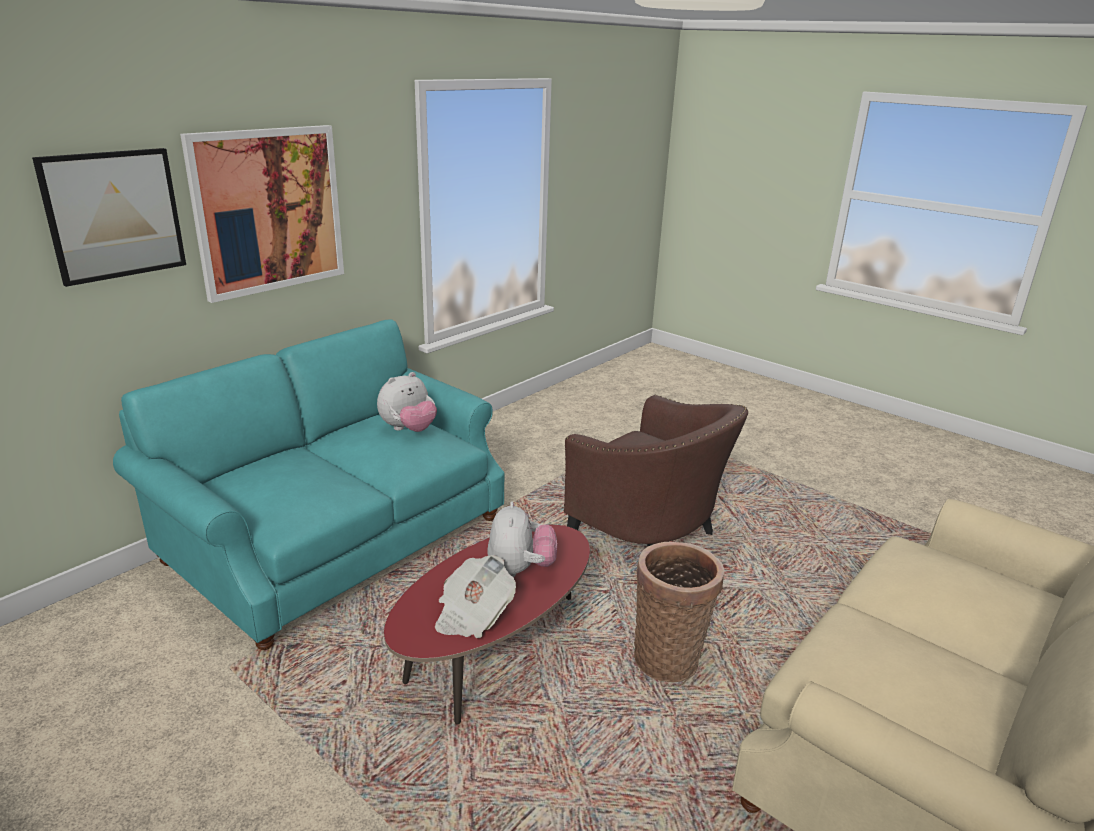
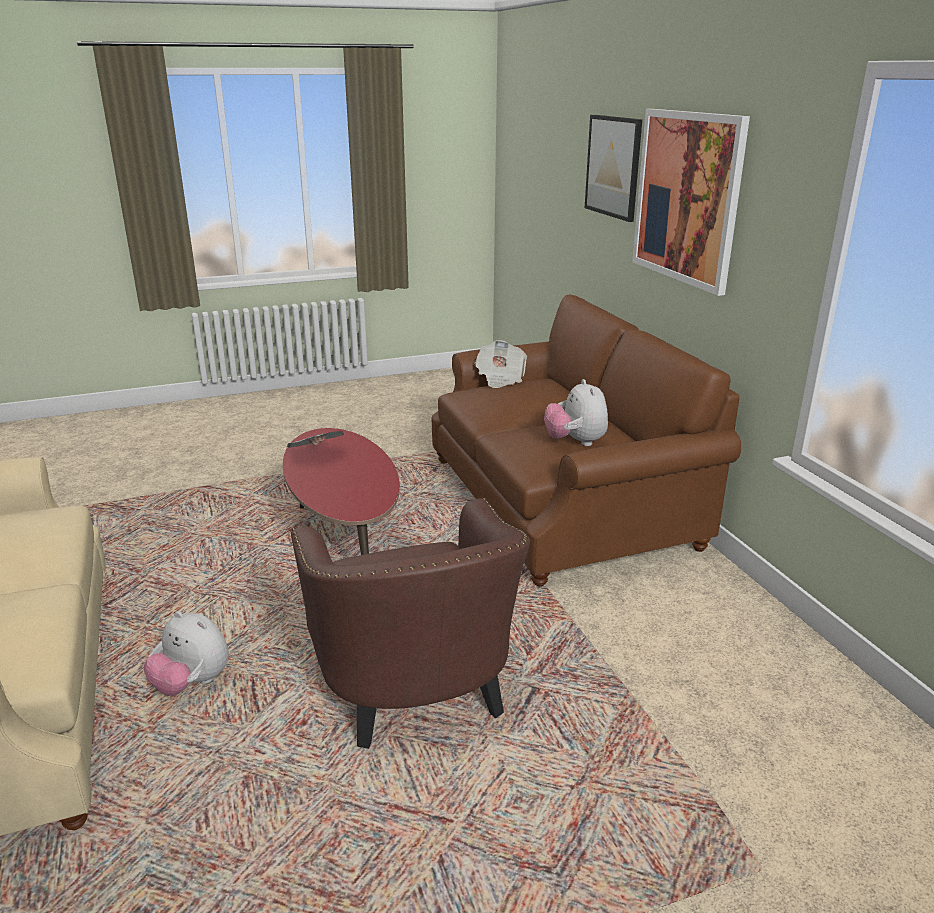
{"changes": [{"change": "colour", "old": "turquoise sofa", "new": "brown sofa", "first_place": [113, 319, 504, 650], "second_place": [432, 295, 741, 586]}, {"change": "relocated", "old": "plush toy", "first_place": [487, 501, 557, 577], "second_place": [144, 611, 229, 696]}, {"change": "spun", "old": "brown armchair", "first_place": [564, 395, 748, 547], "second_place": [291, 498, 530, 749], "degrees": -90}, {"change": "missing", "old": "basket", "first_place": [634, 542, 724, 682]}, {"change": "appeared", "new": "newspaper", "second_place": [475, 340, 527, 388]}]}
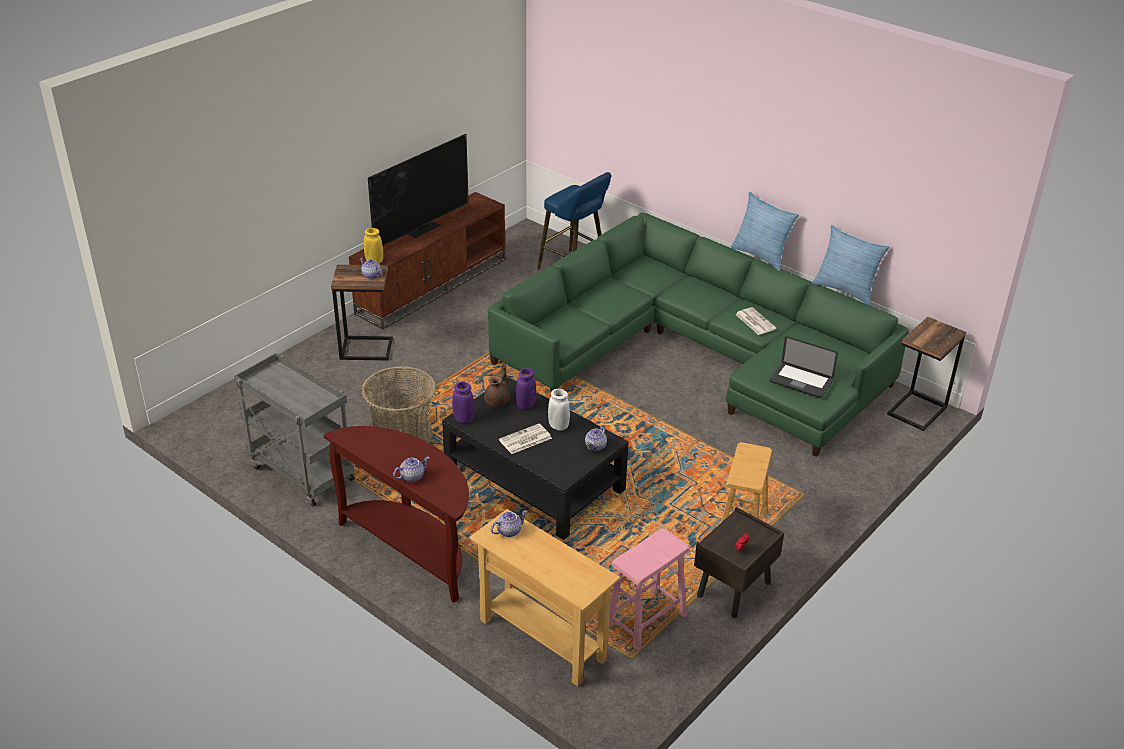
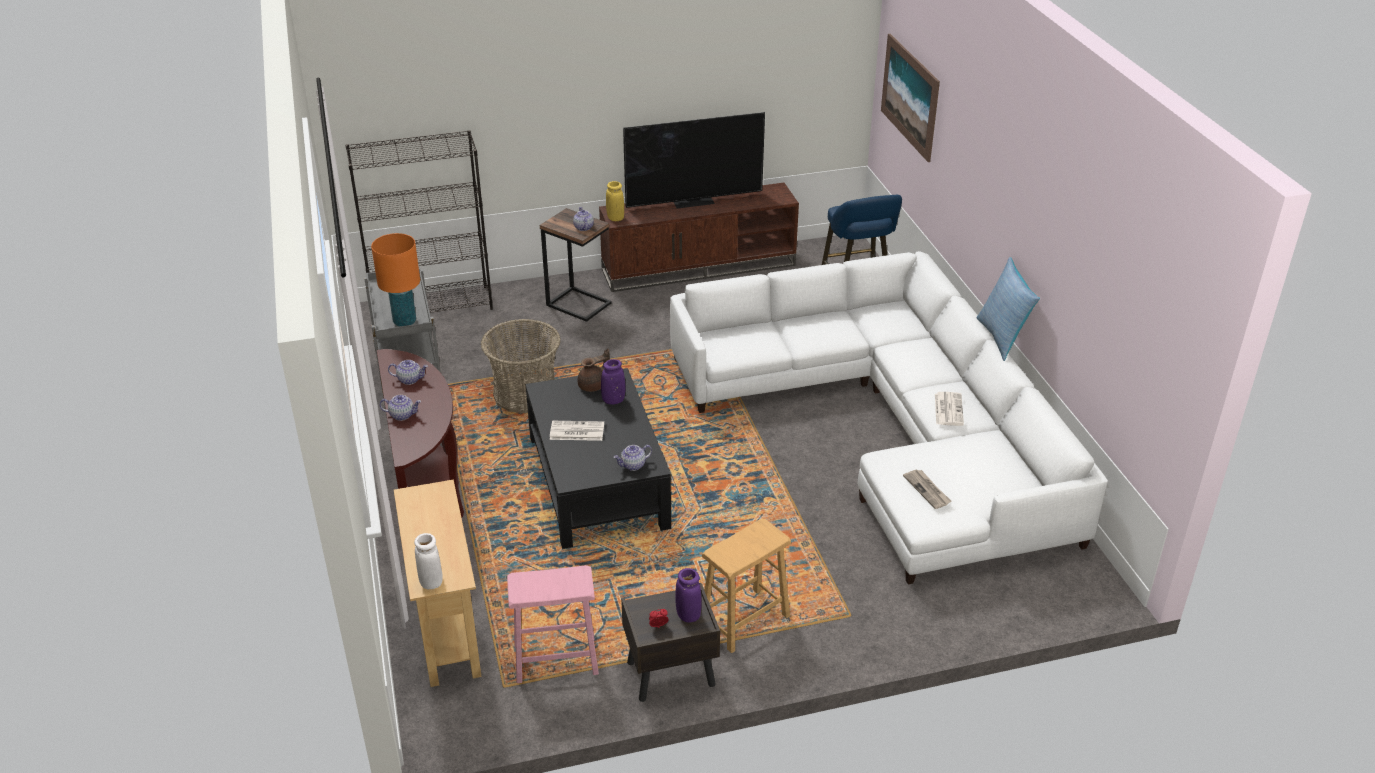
{"changes": [{"change": "relocated", "old": "purple vase", "first_place": [452, 382, 474, 423], "second_place": [675, 568, 701, 623]}, {"change": "colour", "old": "green sofa", "new": "white sofa", "first_place": [488, 213, 909, 457], "second_place": [670, 251, 1108, 585]}, {"change": "relocated", "old": "teapot", "first_place": [491, 510, 528, 537], "second_place": [388, 360, 428, 385]}, {"change": "relocated", "old": "white vase", "first_place": [548, 389, 570, 430], "second_place": [414, 533, 443, 589]}, {"change": "exchanged", "old": "laptop", "new": "newspaper", "first_place": [769, 336, 838, 398], "second_place": [903, 470, 951, 509]}, {"change": "missing", "old": "pillow", "first_place": [812, 225, 890, 306]}, {"change": "missing", "old": "side table", "first_place": [887, 317, 967, 431]}, {"change": "appeared", "new": "black bookcase", "second_place": [345, 130, 493, 313]}, {"change": "appeared", "new": "orange table lamp", "second_place": [371, 233, 420, 327]}, {"change": "appeared", "new": "picture", "second_place": [881, 34, 940, 162]}]}
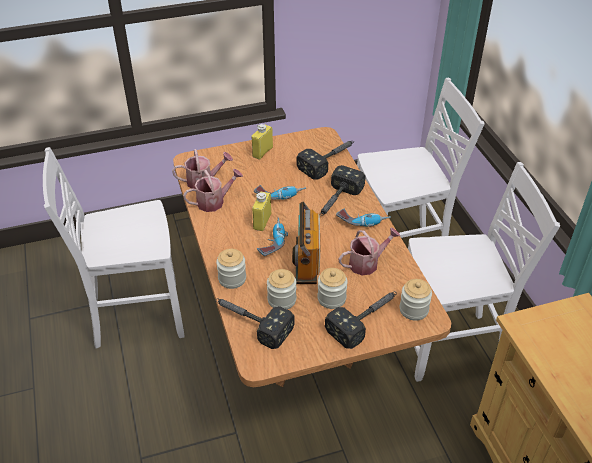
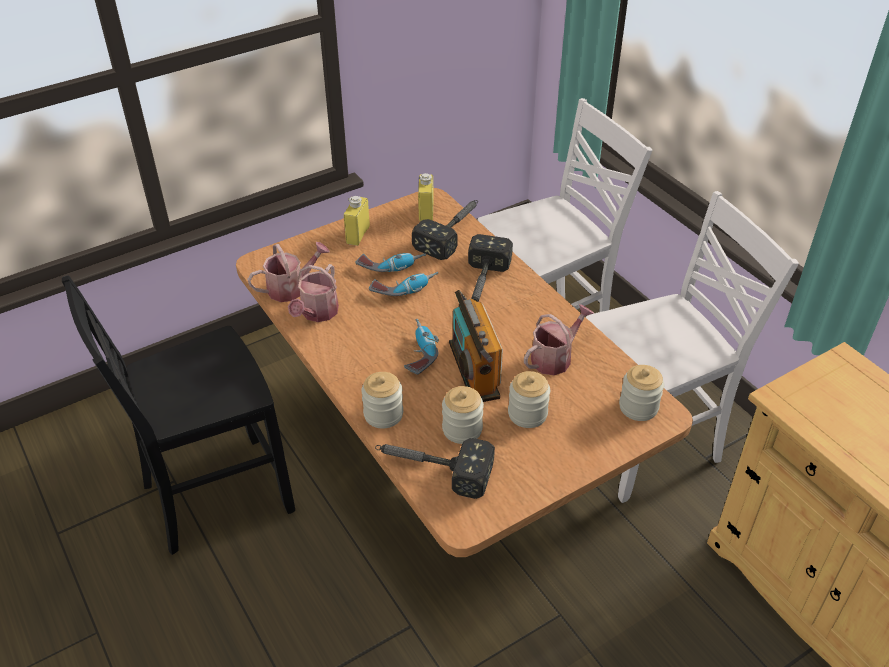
{"changes": [{"change": "colour", "old": "white chair", "new": "black chair", "first_place": [43, 147, 185, 348], "second_place": [62, 275, 295, 555]}, {"change": "spun", "old": "watering can", "first_place": [183, 169, 243, 212], "second_place": [288, 264, 339, 322], "degrees": 150}, {"change": "relocated", "old": "yellow bottle", "first_place": [252, 192, 271, 231], "second_place": [418, 173, 434, 221]}, {"change": "missing", "old": "hammer", "first_place": [325, 292, 397, 349]}, {"change": "relocated", "old": "power drill", "first_place": [336, 208, 391, 227], "second_place": [356, 253, 426, 272]}]}
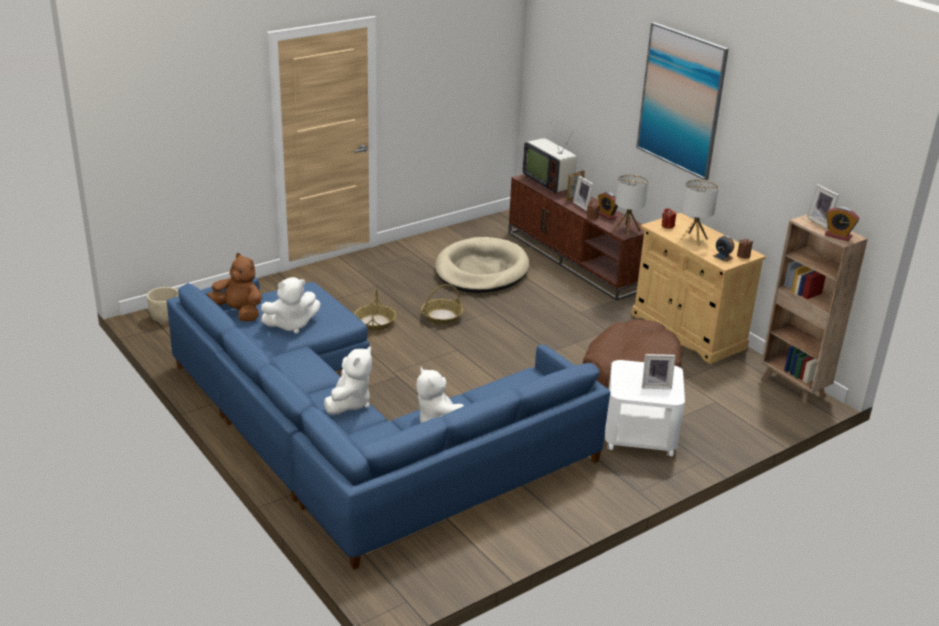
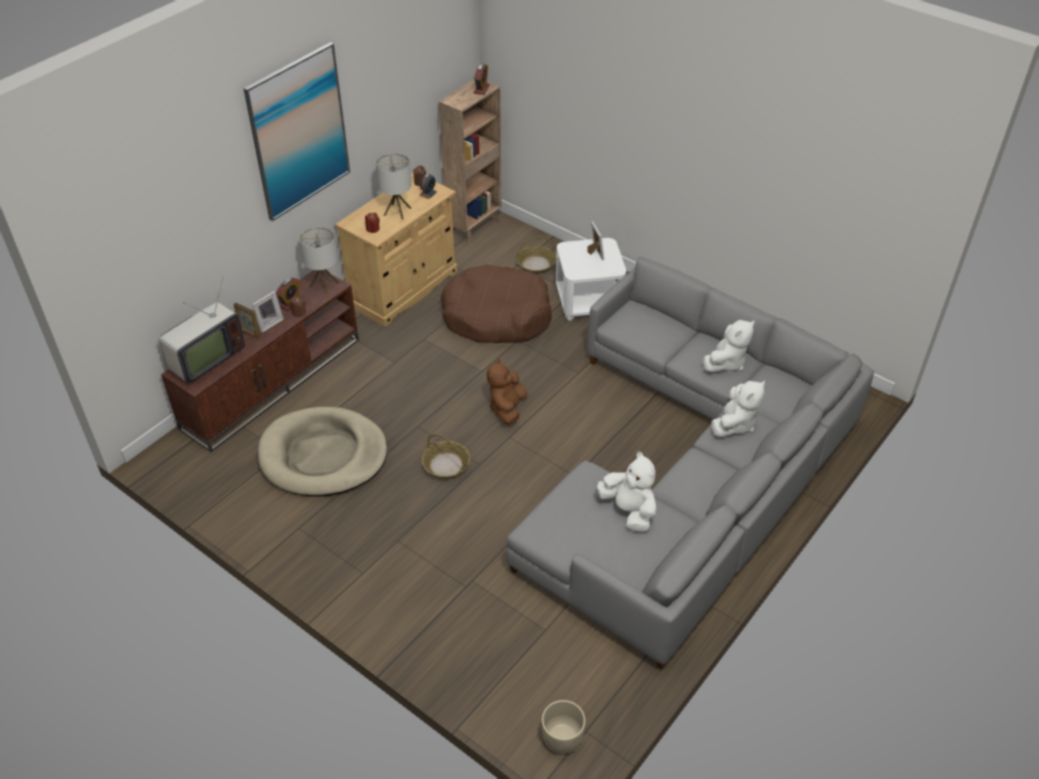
{"changes": [{"change": "colour", "old": "blue sofa", "new": "grey sofa", "first_place": [166, 277, 610, 570], "second_place": [506, 257, 874, 670]}, {"change": "relocated", "old": "brown plush toy", "first_place": [207, 253, 262, 322], "second_place": [487, 359, 527, 425]}, {"change": "spun", "old": "white plush toy", "first_place": [324, 346, 372, 415], "second_place": [711, 380, 765, 437], "degrees": 120}, {"change": "relocated", "old": "basket", "first_place": [354, 288, 396, 331], "second_place": [516, 237, 556, 274]}, {"change": "missing", "old": "picture frame", "first_place": [807, 184, 839, 228]}]}
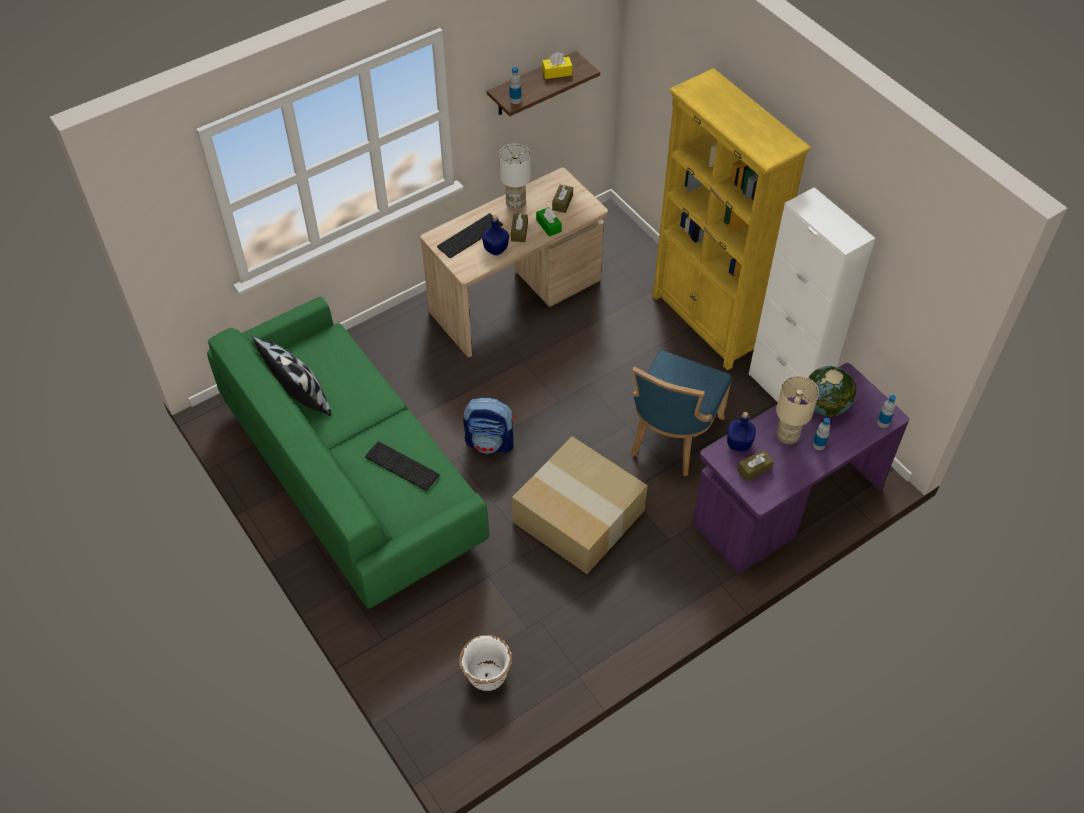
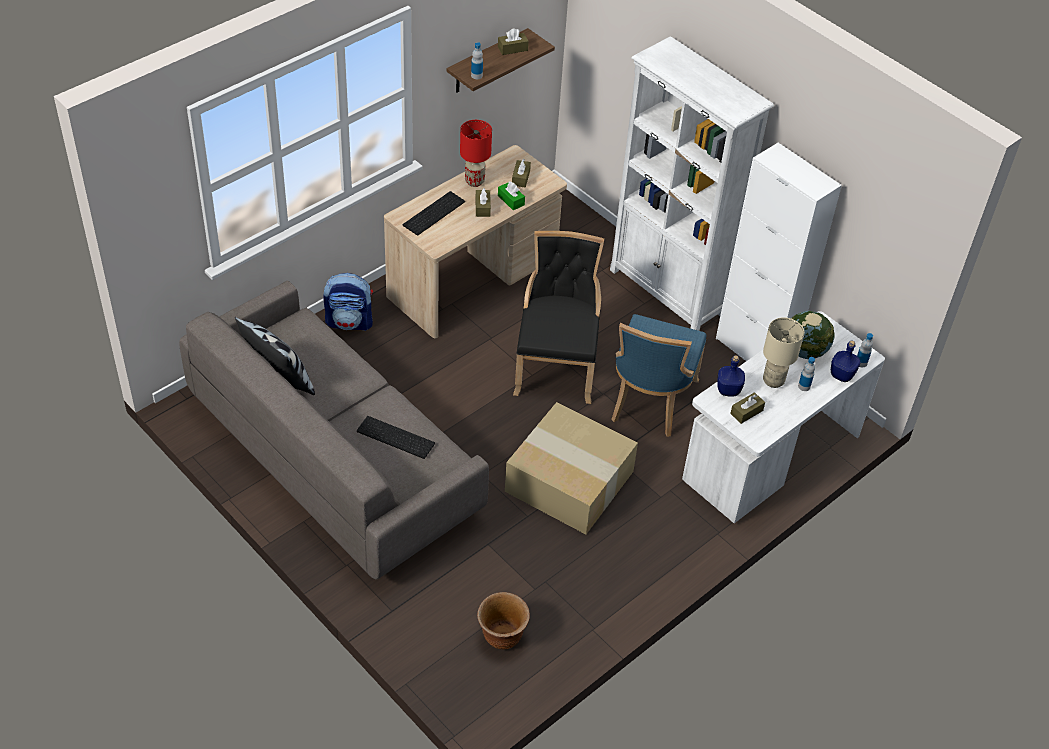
{"changes": [{"change": "colour", "old": "green sofa", "new": "grey sofa", "first_place": [207, 296, 489, 609], "second_place": [179, 280, 489, 580]}, {"change": "colour", "old": "white planter", "new": "brown planter", "first_place": [459, 635, 512, 691], "second_place": [477, 592, 530, 649]}, {"change": "relocated", "old": "backpack", "first_place": [463, 398, 515, 453], "second_place": [323, 273, 373, 331]}, {"change": "relocated", "old": "blue bottle", "first_place": [482, 215, 509, 255], "second_place": [831, 340, 861, 382]}, {"change": "colour", "old": "white table lamp", "new": "red table lamp", "first_place": [499, 143, 531, 210], "second_place": [460, 120, 492, 187]}, {"change": "colour", "old": "yellow tissue box", "new": "brown tissue box", "first_place": [542, 52, 572, 79], "second_place": [498, 28, 529, 55]}, {"change": "colour", "old": "yellow bookcase", "new": "white bookcase", "first_place": [652, 68, 811, 370], "second_place": [610, 36, 774, 331]}, {"change": "colour", "old": "purple desk", "new": "white desk", "first_place": [692, 363, 909, 575], "second_place": [682, 311, 885, 523]}, {"change": "appeared", "new": "black chair", "second_place": [513, 231, 604, 404]}]}
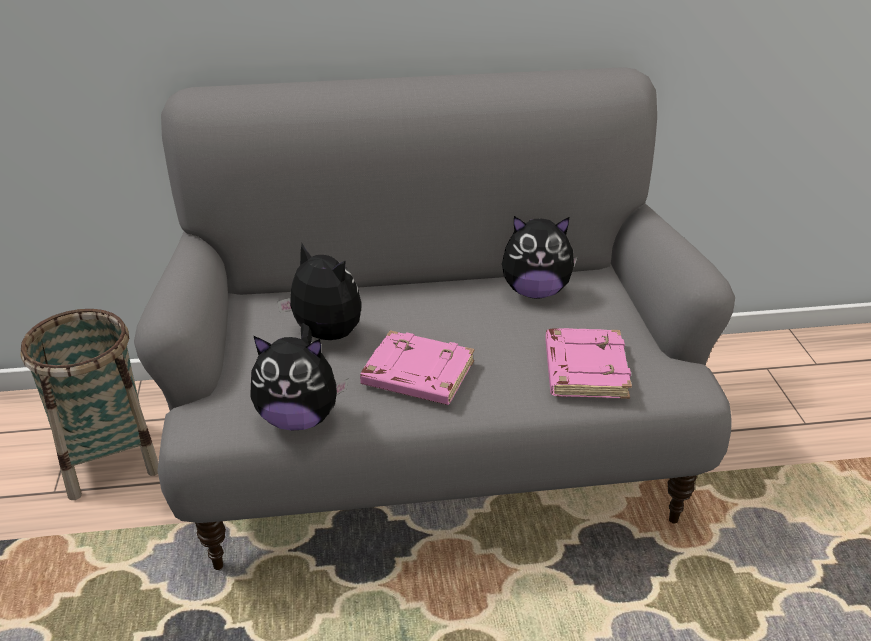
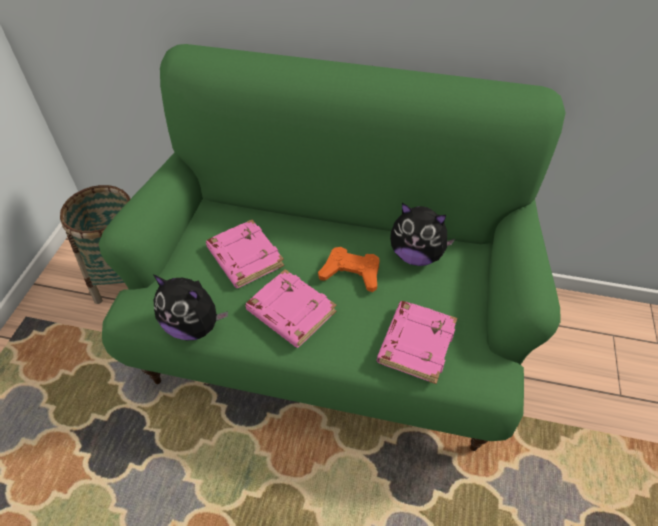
{"changes": [{"change": "colour", "old": "grey sofa", "new": "green sofa", "first_place": [134, 67, 735, 570], "second_place": [99, 44, 566, 451]}, {"change": "exchanged", "old": "plush toy", "new": "pink book", "first_place": [277, 243, 361, 344], "second_place": [206, 220, 284, 288]}, {"change": "appeared", "new": "orange game controller", "second_place": [318, 247, 380, 292]}]}
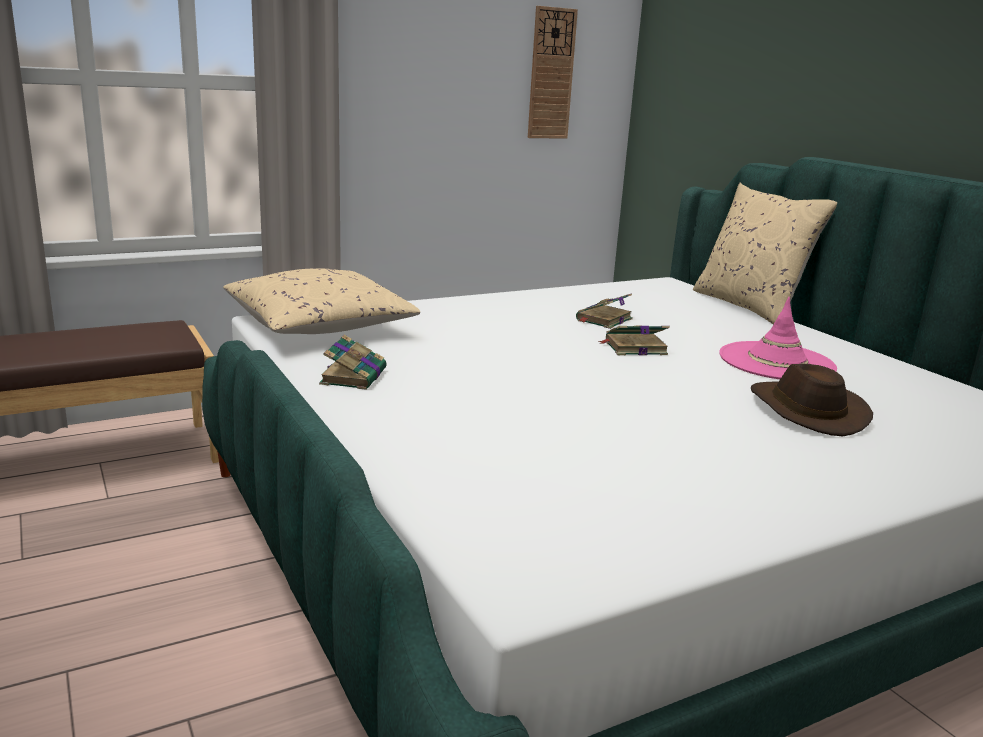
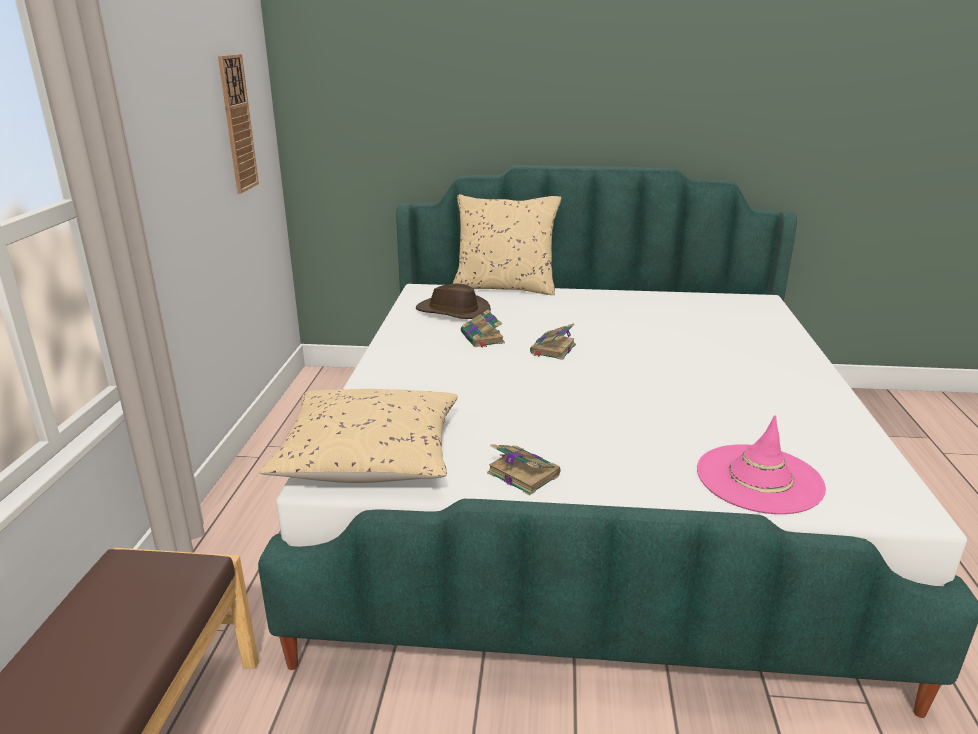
{"changes": [{"change": "relocated", "old": "pink hat", "first_place": [719, 297, 837, 379], "second_place": [697, 415, 826, 514]}, {"change": "relocated", "old": "brown hat", "first_place": [751, 364, 873, 436], "second_place": [416, 284, 491, 319]}]}
